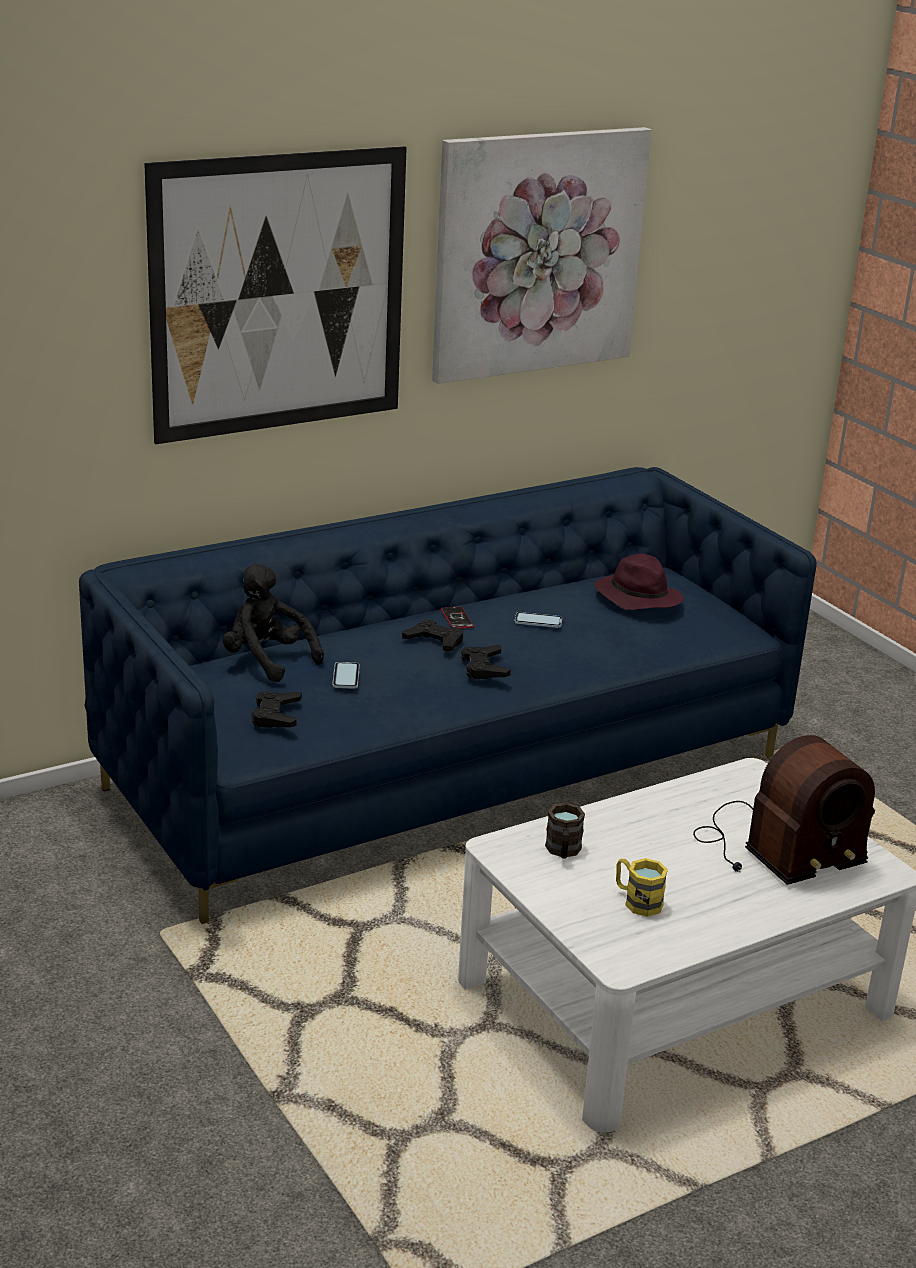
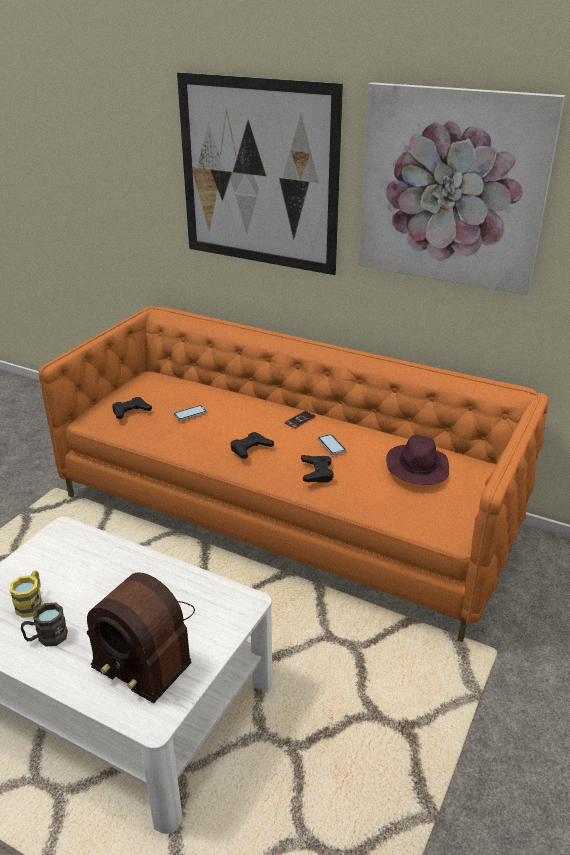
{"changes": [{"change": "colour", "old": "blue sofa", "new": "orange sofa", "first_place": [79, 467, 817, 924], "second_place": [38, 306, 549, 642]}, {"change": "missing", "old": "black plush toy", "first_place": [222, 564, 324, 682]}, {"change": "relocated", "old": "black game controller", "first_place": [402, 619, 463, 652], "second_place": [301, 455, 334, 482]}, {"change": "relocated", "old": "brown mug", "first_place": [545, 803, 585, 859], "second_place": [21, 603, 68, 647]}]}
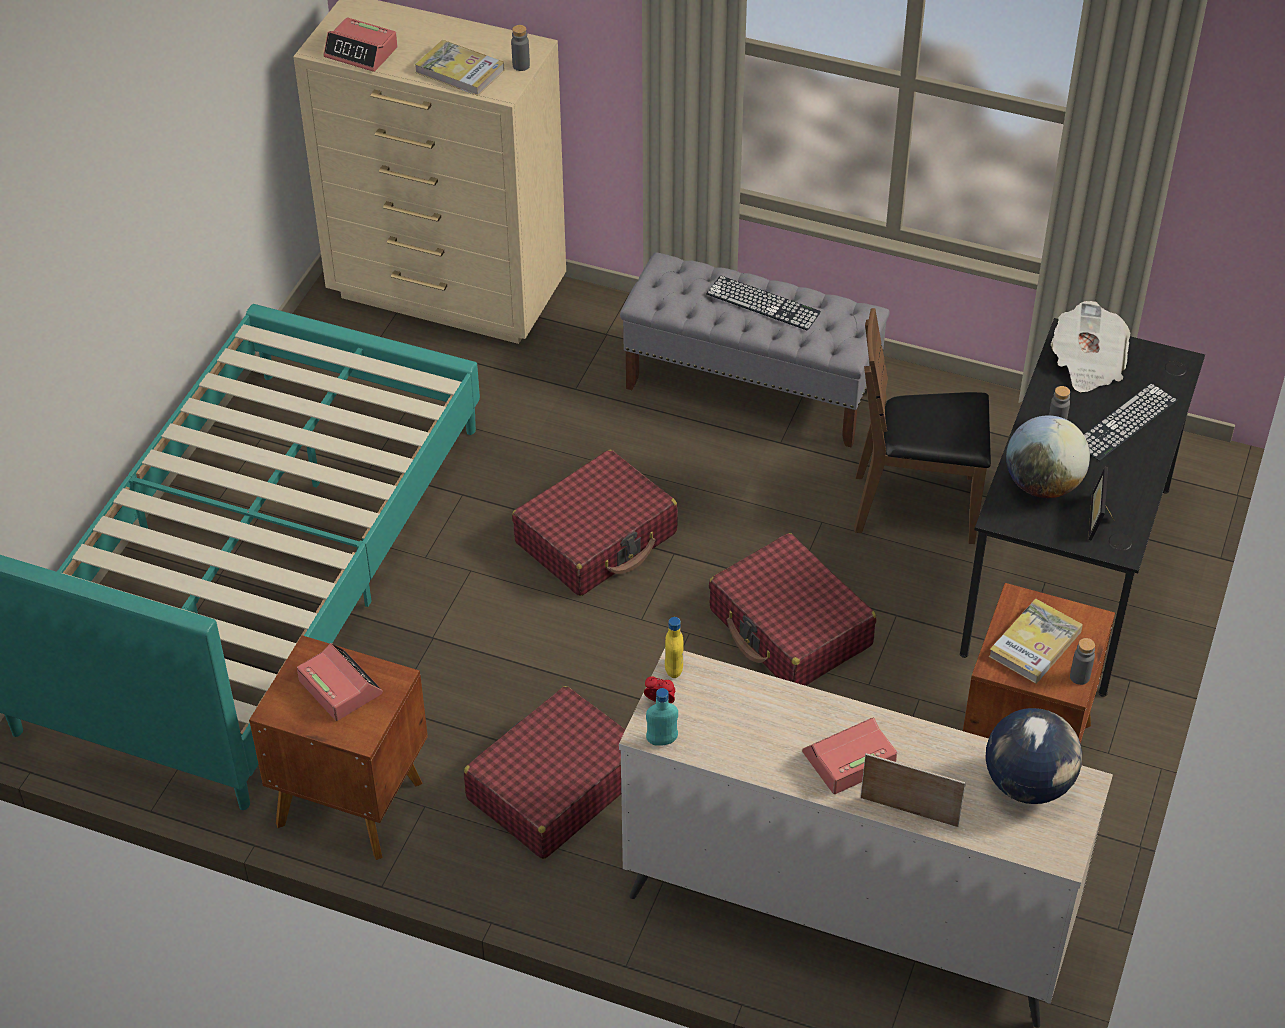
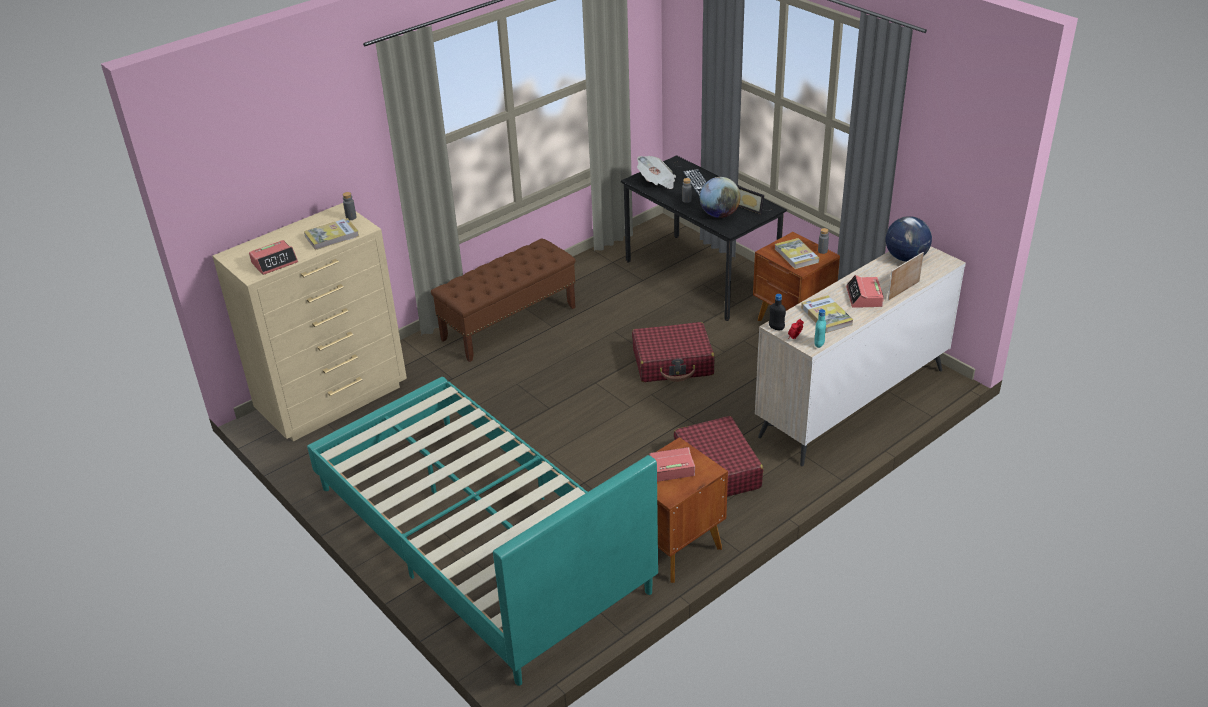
{"changes": [{"change": "missing", "old": "red suitcase", "first_place": [512, 450, 678, 596]}, {"change": "colour", "old": "grey bench", "new": "brown bench", "first_place": [620, 252, 890, 448], "second_place": [431, 238, 576, 362]}, {"change": "colour", "old": "yellow bottle", "new": "black bottle", "first_place": [665, 617, 684, 678], "second_place": [769, 294, 786, 330]}, {"change": "missing", "old": "keyboard", "first_place": [706, 276, 821, 331]}, {"change": "missing", "old": "brown chair", "first_place": [854, 308, 991, 544]}, {"change": "appeared", "new": "book", "second_place": [801, 295, 853, 333]}]}
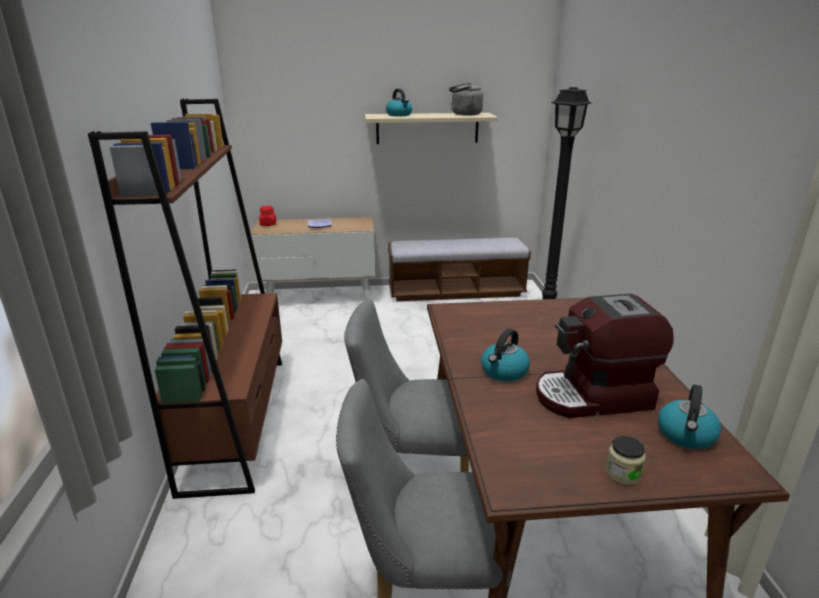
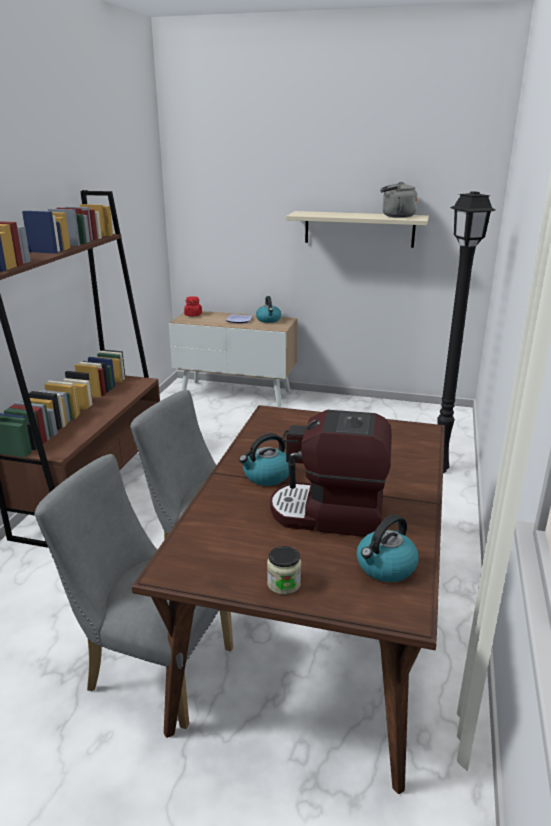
{"changes": [{"change": "relocated", "old": "kettle", "first_place": [386, 88, 412, 116], "second_place": [256, 296, 281, 323]}, {"change": "missing", "old": "bench", "first_place": [388, 238, 531, 301]}]}
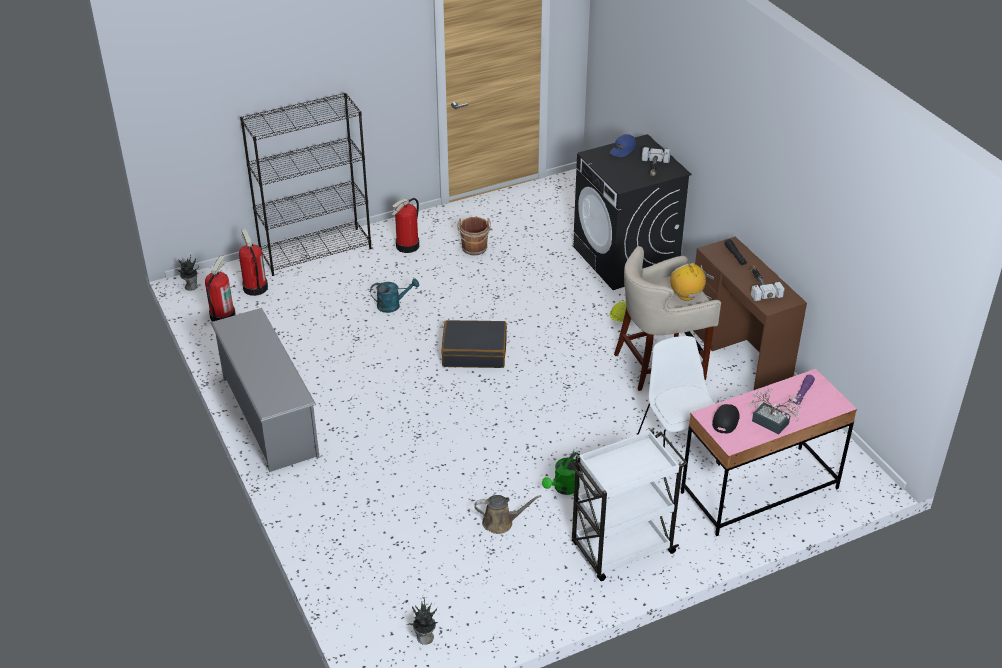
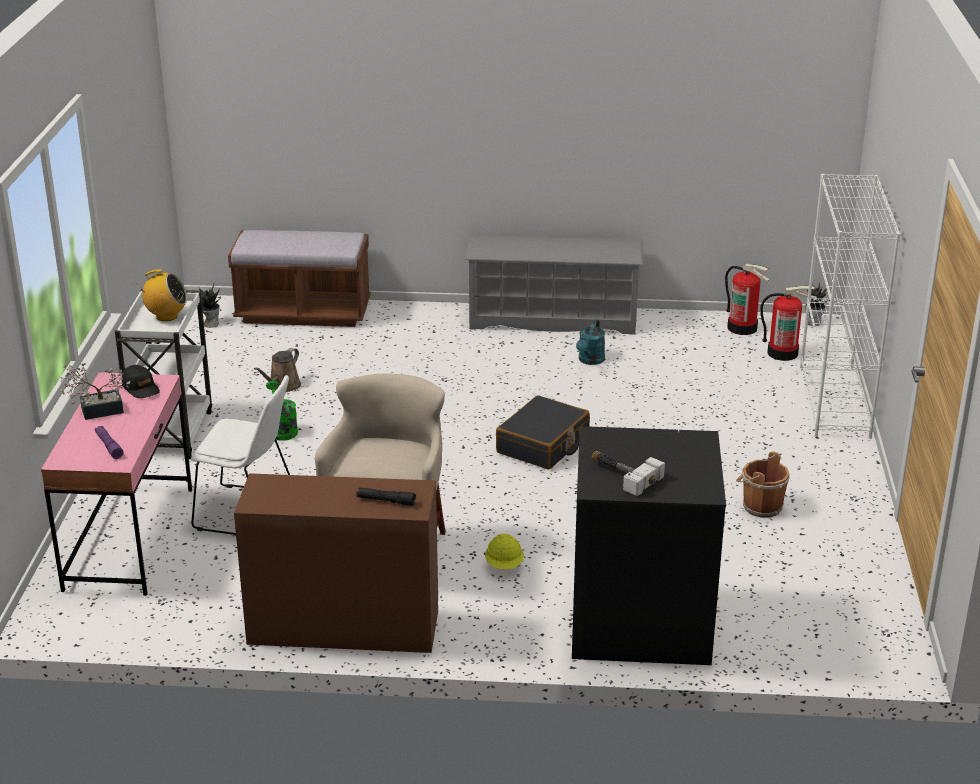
{"changes": [{"change": "colour", "old": "black bookcase", "new": "white bookcase", "first_place": [240, 92, 371, 276], "second_place": [800, 174, 901, 439]}, {"change": "relocated", "old": "turquoise watering can", "first_place": [370, 278, 419, 313], "second_place": [576, 320, 605, 365]}, {"change": "missing", "old": "fire extinguisher", "first_place": [391, 198, 419, 253]}, {"change": "missing", "old": "blue cap", "first_place": [610, 134, 636, 157]}, {"change": "relocated", "old": "radio", "first_place": [670, 263, 708, 301], "second_place": [138, 270, 187, 321]}, {"change": "missing", "old": "hammer", "first_place": [750, 266, 785, 301]}, {"change": "appeared", "new": "brown bench", "second_place": [228, 230, 371, 327]}]}
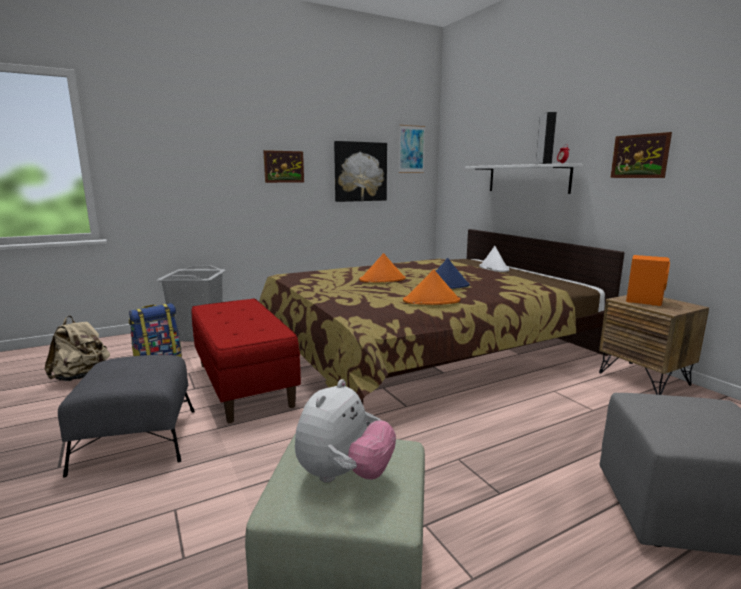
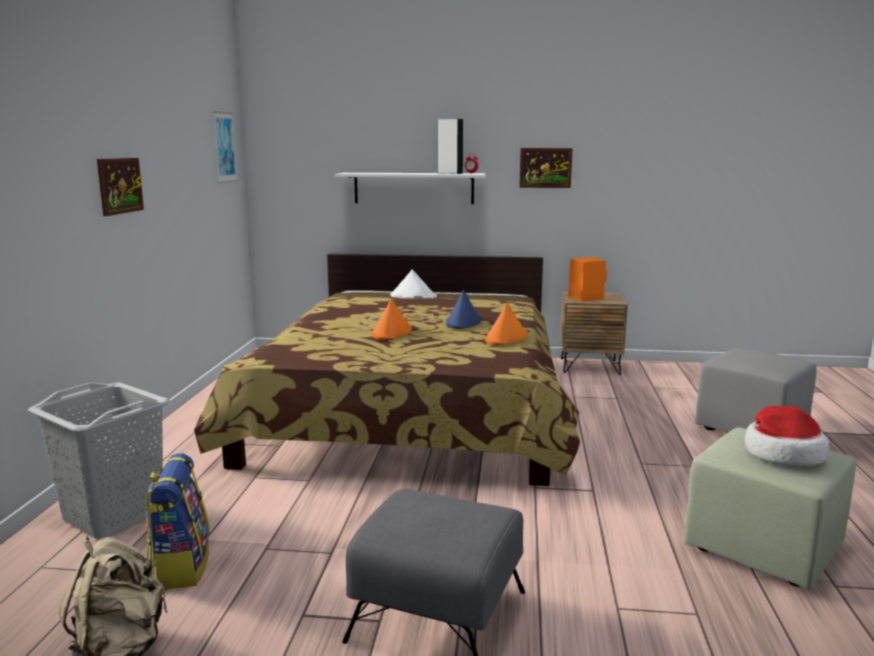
{"changes": [{"change": "missing", "old": "red bench", "first_place": [192, 299, 301, 423]}, {"change": "exchanged", "old": "plush toy", "new": "hat", "first_place": [295, 379, 396, 483], "second_place": [745, 406, 829, 466]}, {"change": "missing", "old": "picture", "first_place": [334, 141, 387, 202]}]}
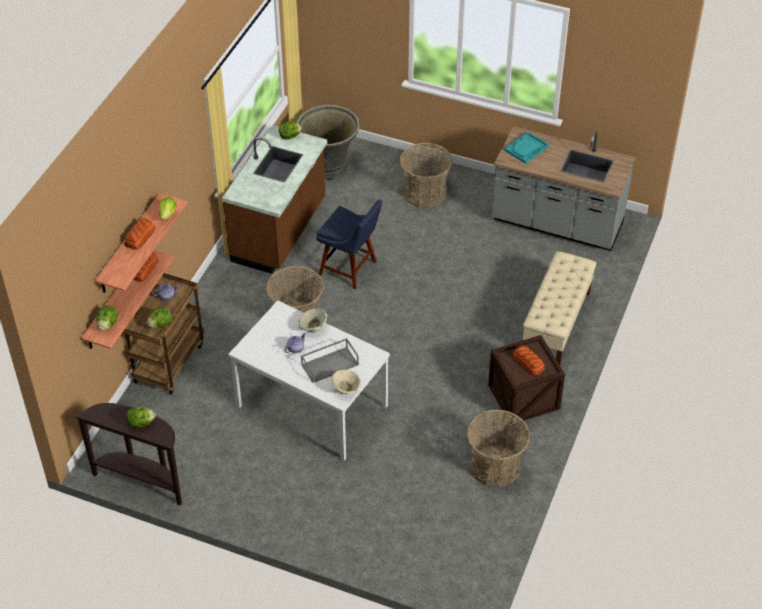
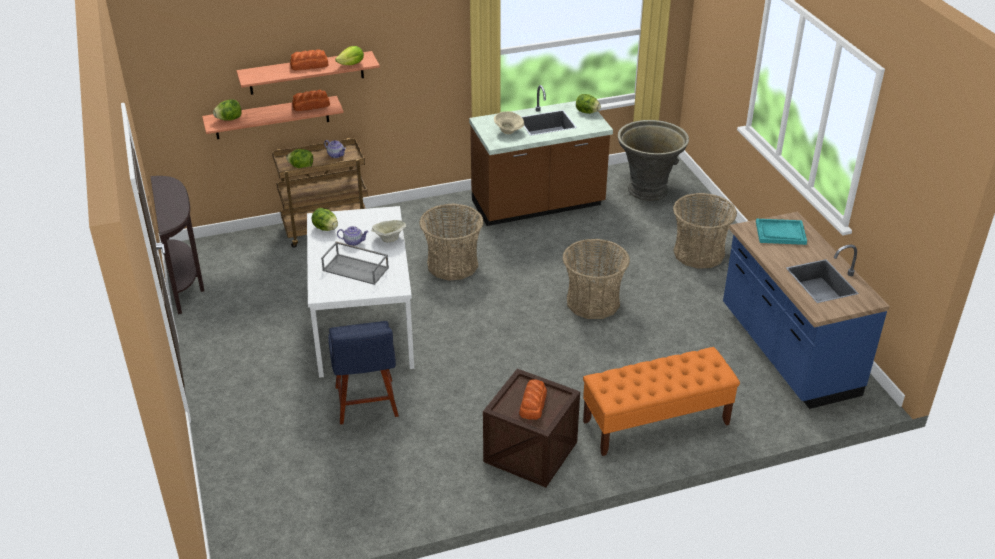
{"changes": [{"change": "relocated", "old": "lettuce", "first_place": [127, 407, 155, 428], "second_place": [312, 208, 338, 231]}, {"change": "relocated", "old": "blue chair", "first_place": [316, 200, 382, 289], "second_place": [328, 321, 399, 425]}, {"change": "relocated", "old": "beige bowl", "first_place": [331, 370, 361, 394], "second_place": [494, 111, 524, 134]}, {"change": "relocated", "old": "basket", "first_place": [467, 410, 530, 487], "second_place": [562, 239, 630, 319]}, {"change": "colour", "old": "grey counter", "new": "blue counter", "first_place": [492, 126, 636, 251], "second_place": [723, 212, 890, 409]}, {"change": "colour", "old": "beige bench", "new": "orange bench", "first_place": [522, 251, 597, 365], "second_place": [583, 347, 740, 456]}]}
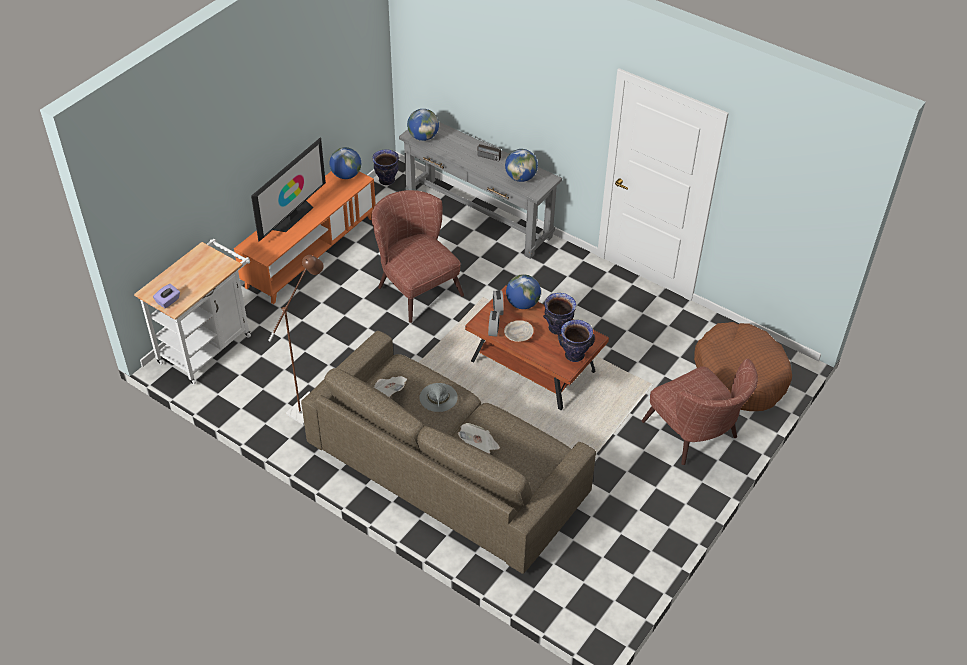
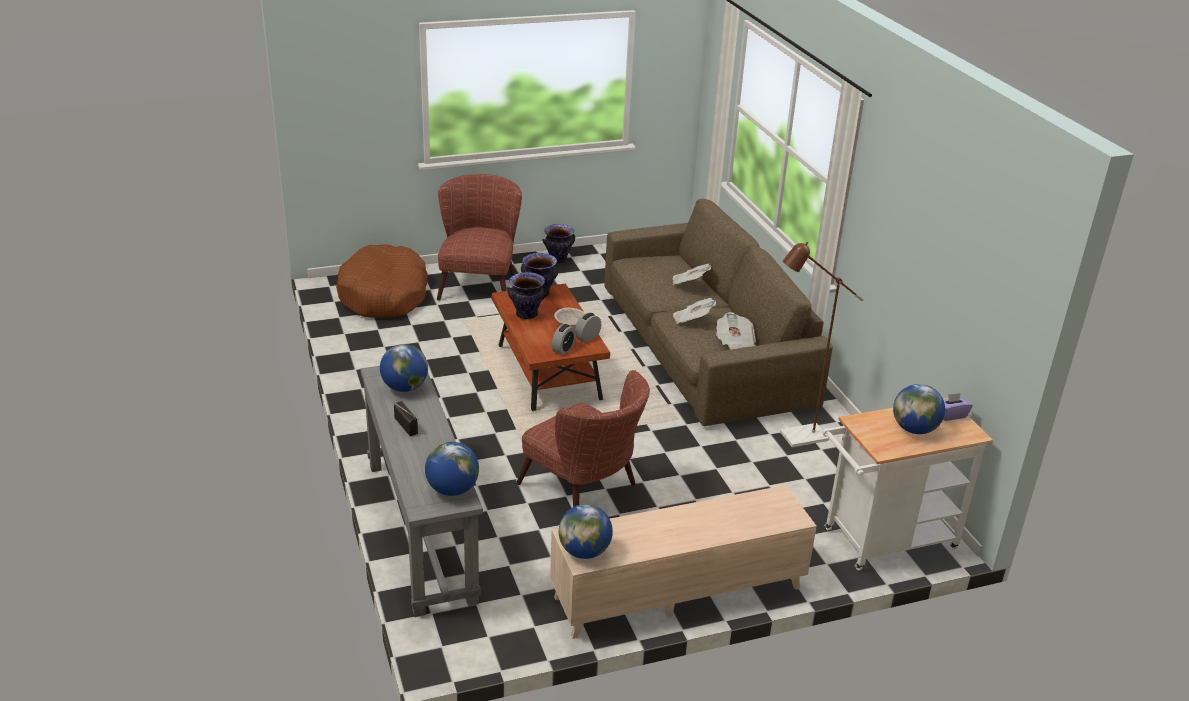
{"changes": [{"change": "colour", "old": "orange tv stand", "new": "beige tv stand", "first_place": [234, 171, 376, 304], "second_place": [550, 485, 817, 639]}, {"change": "missing", "old": "television", "first_place": [251, 138, 326, 242]}, {"change": "spun", "old": "brown armchair", "first_place": [371, 190, 464, 323], "second_place": [516, 370, 650, 507], "degrees": -45}, {"change": "relocated", "old": "vase", "first_place": [372, 149, 399, 185], "second_place": [542, 224, 575, 264]}, {"change": "exchanged", "old": "grey hat", "new": "newspaper", "first_place": [420, 383, 458, 412], "second_place": [673, 298, 716, 324]}, {"change": "relocated", "old": "globe", "first_place": [506, 274, 541, 309], "second_place": [893, 384, 945, 434]}]}
